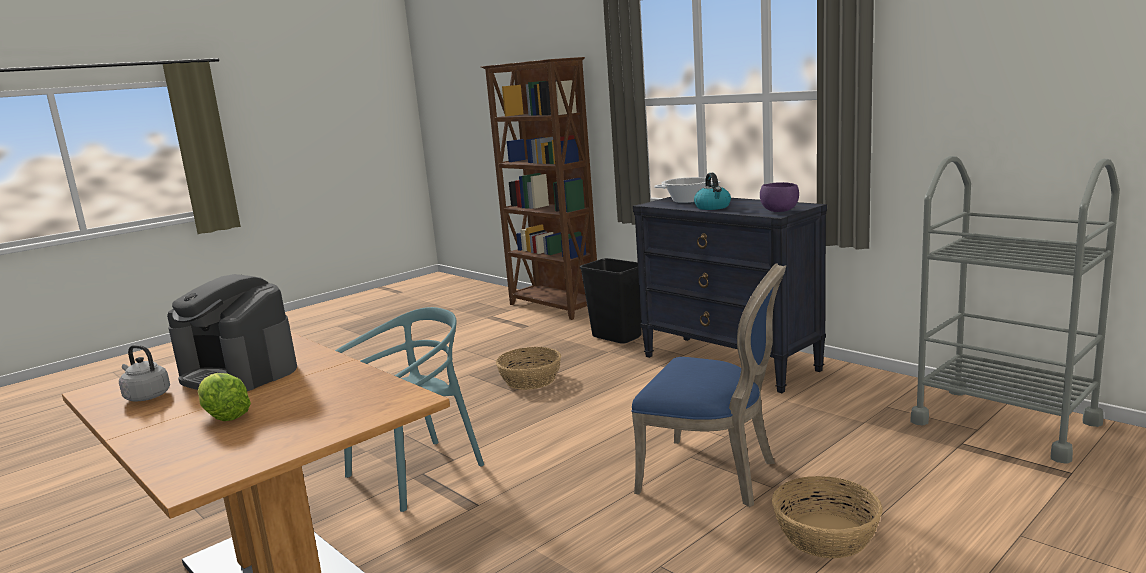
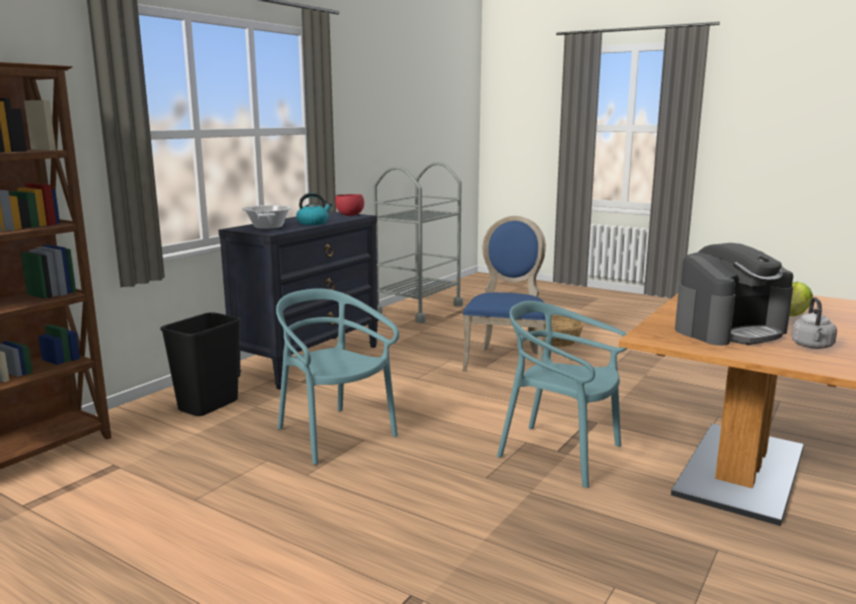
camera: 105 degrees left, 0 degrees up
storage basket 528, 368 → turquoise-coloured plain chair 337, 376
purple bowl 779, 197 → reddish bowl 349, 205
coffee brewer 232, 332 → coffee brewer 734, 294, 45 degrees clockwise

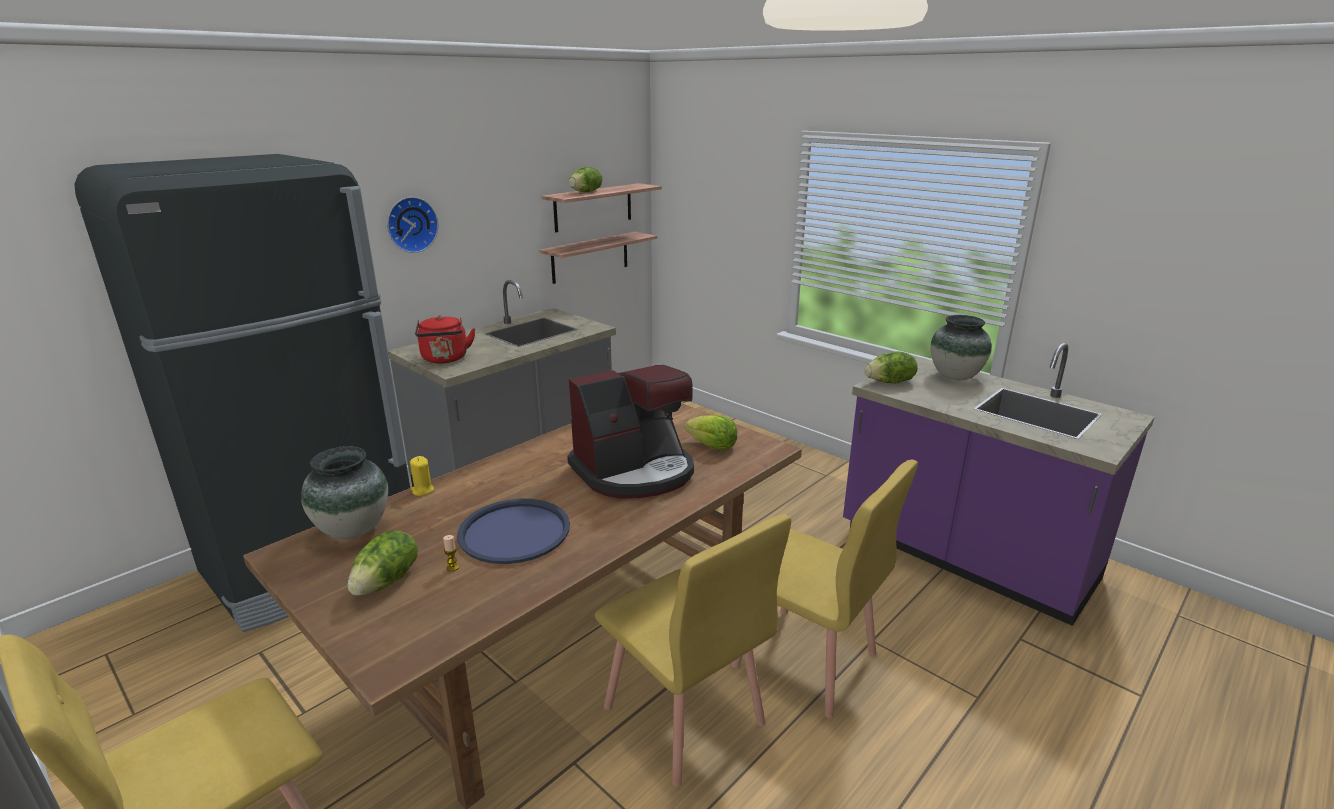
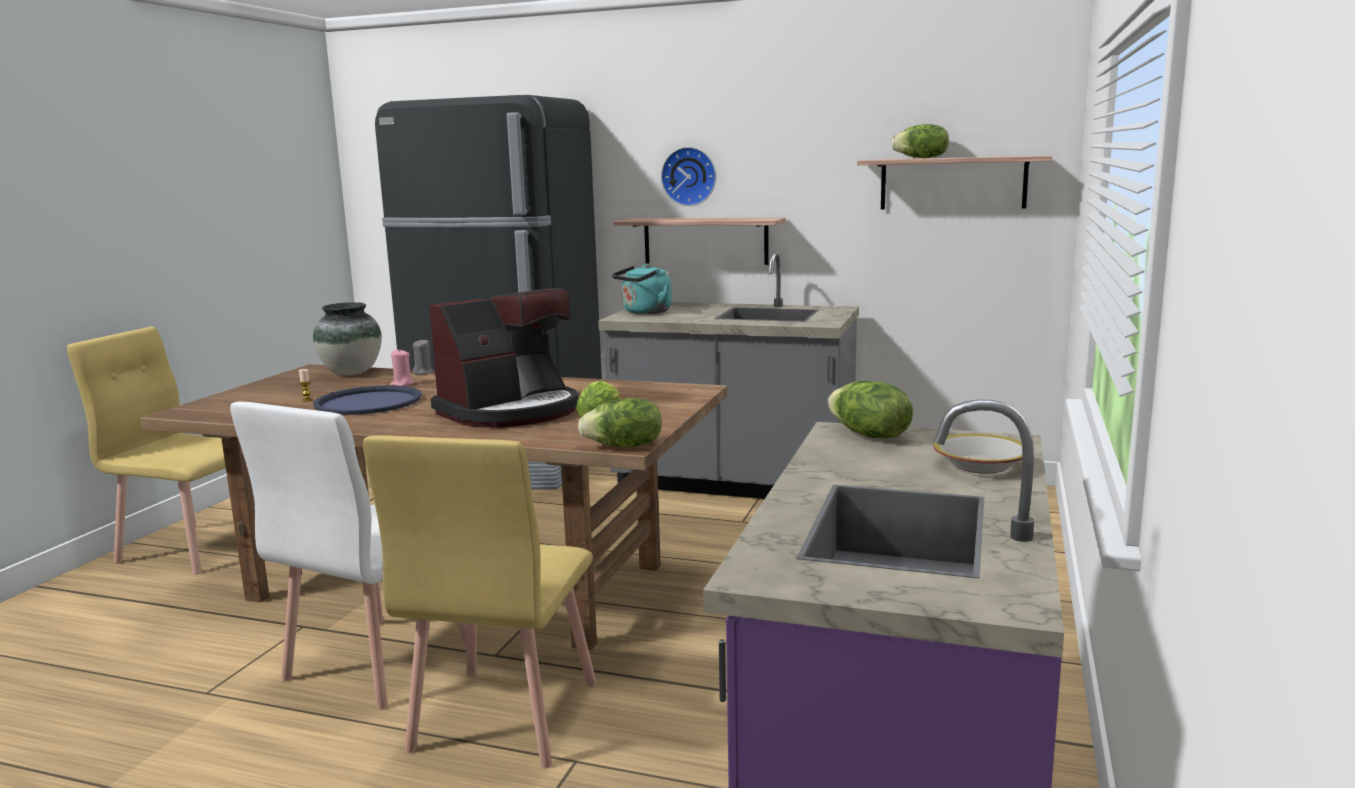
camera: 65 degrees right, 10 degrees down
yellowish plain chair 693, 650 → whitish plain chair 348, 556
- → pink-coloured candle 402, 367
yellowish candle 422, 476 → gray candle 423, 357
coffee brewer 630, 432 → coffee brewer 504, 358, 75 degrees counterclockwise
lettuce head 383, 563 → lettuce head 620, 422, shifted
reddish tea kettle 445, 339 → turquoise-coloured tea kettle 642, 289
bracket shelf 598, 258 → bracket shelf 699, 241, shifted
flower vase 961, 347 → bowl 978, 454

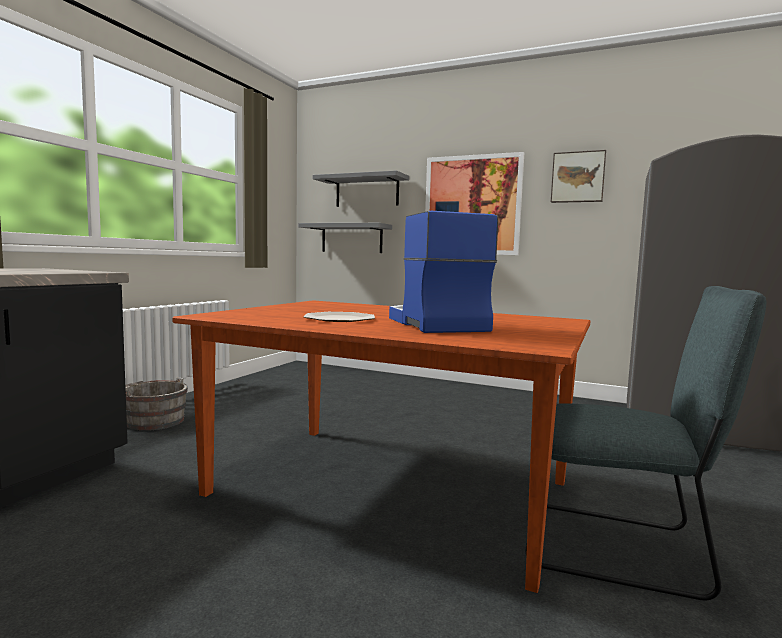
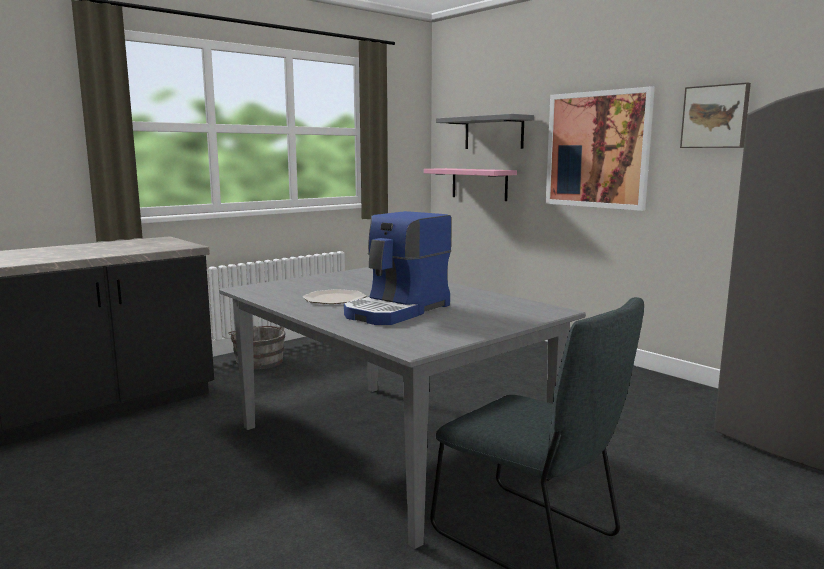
camera: 25 degrees right, 5 degrees up
brown-coloured dinner table 381, 446 → gray dinner table 402, 408
coffee brewer 443, 272 → coffee brewer 397, 268, 150 degrees counterclockwise
gray bracket shelf 345, 238 → pink-coloured bracket shelf 470, 184

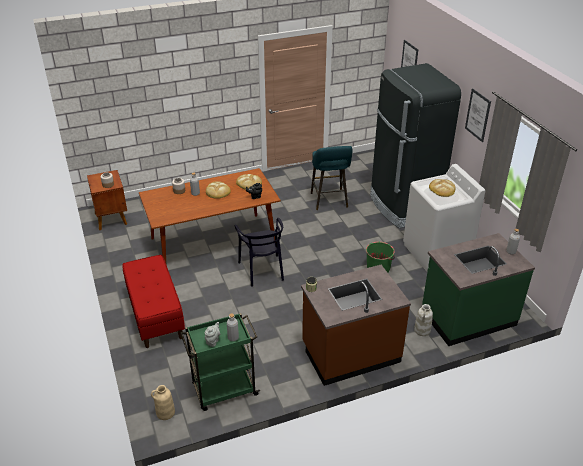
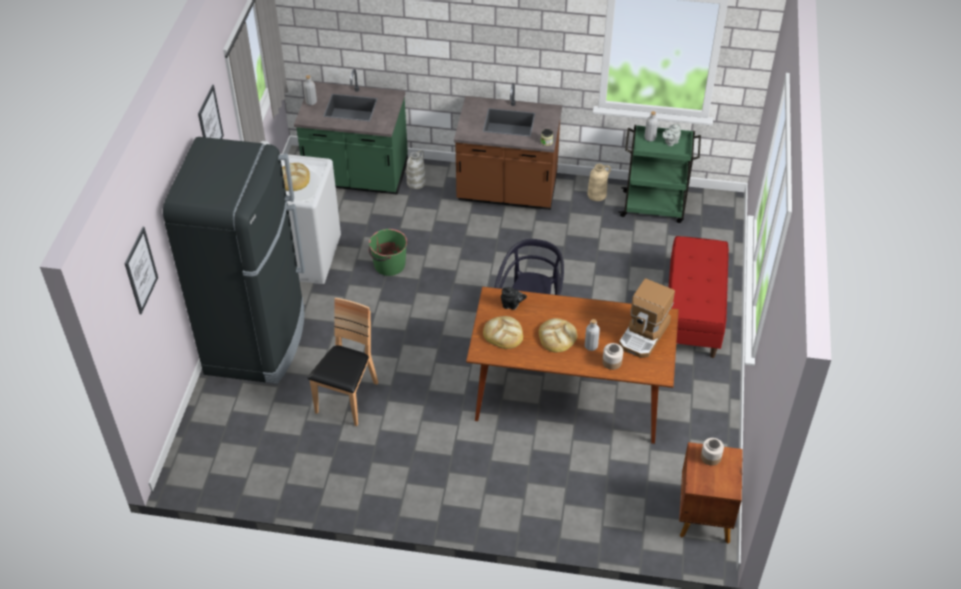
camera: 150 degrees left, 10 degrees up
turquoise-coloured sitting stool 331, 178 → brown-coloured plain chair 343, 362
sand-coloured flower vase 163, 402 → sand-coloured flower vase 599, 182, shifted
- → coffee brewer 647, 318

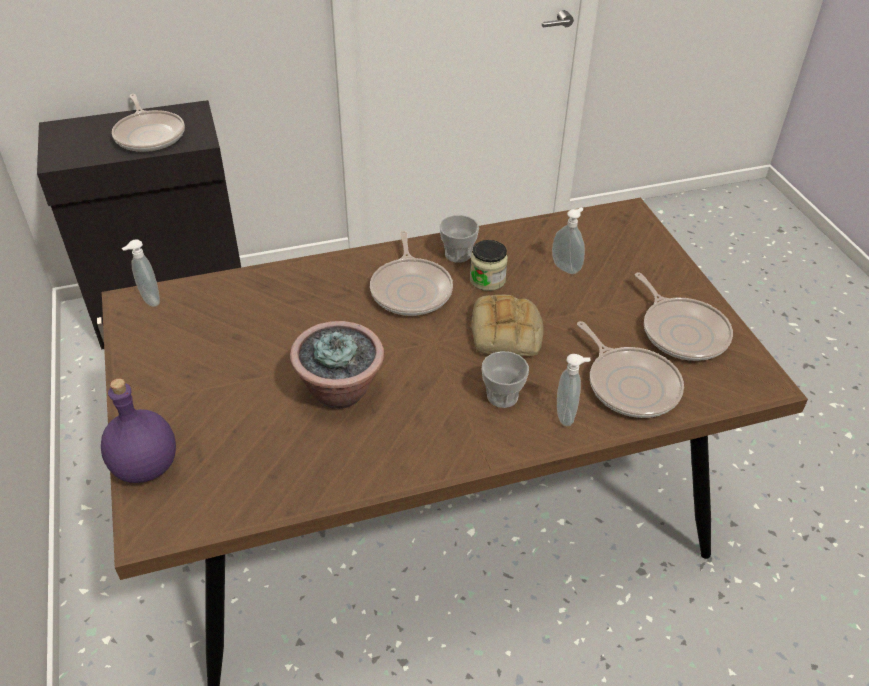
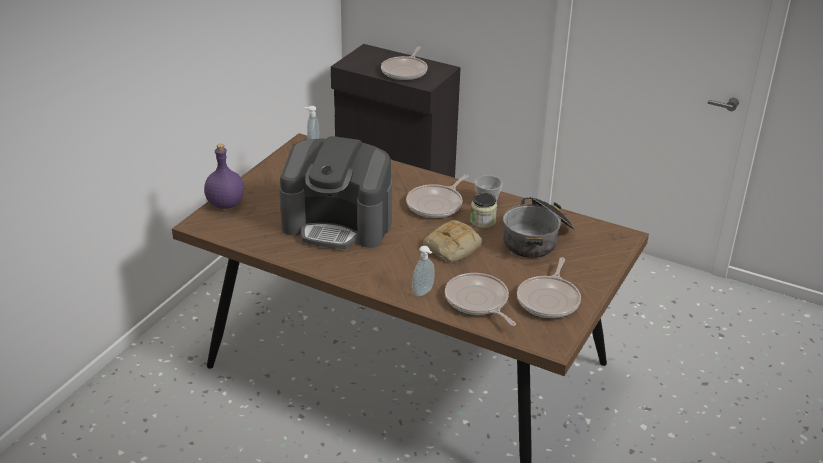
camera: 45 degrees right, 10 degrees down
plant in a pot 337, 365 → coffee brewer 335, 192
pan 630, 369 → pan 480, 299, 135 degrees clockwise
liquid soap bottle 568, 241 → saucepot 538, 227
cup 505, 379 → -

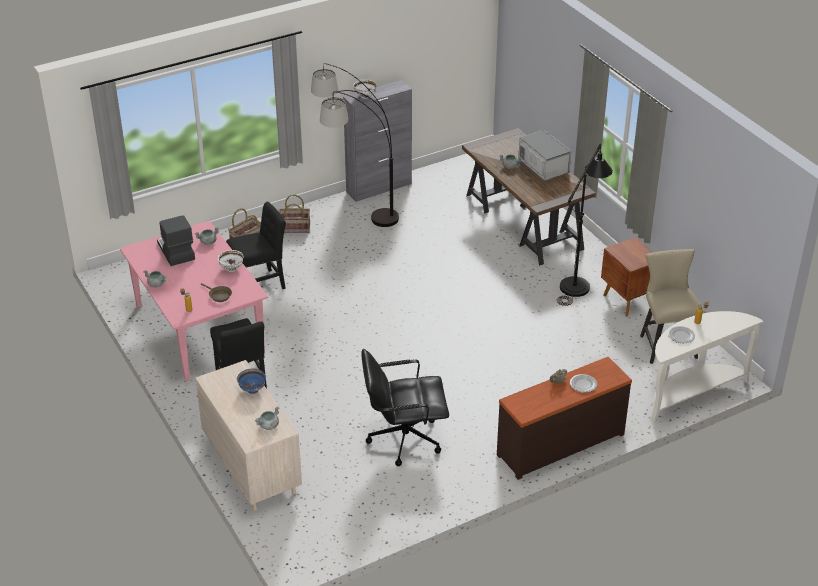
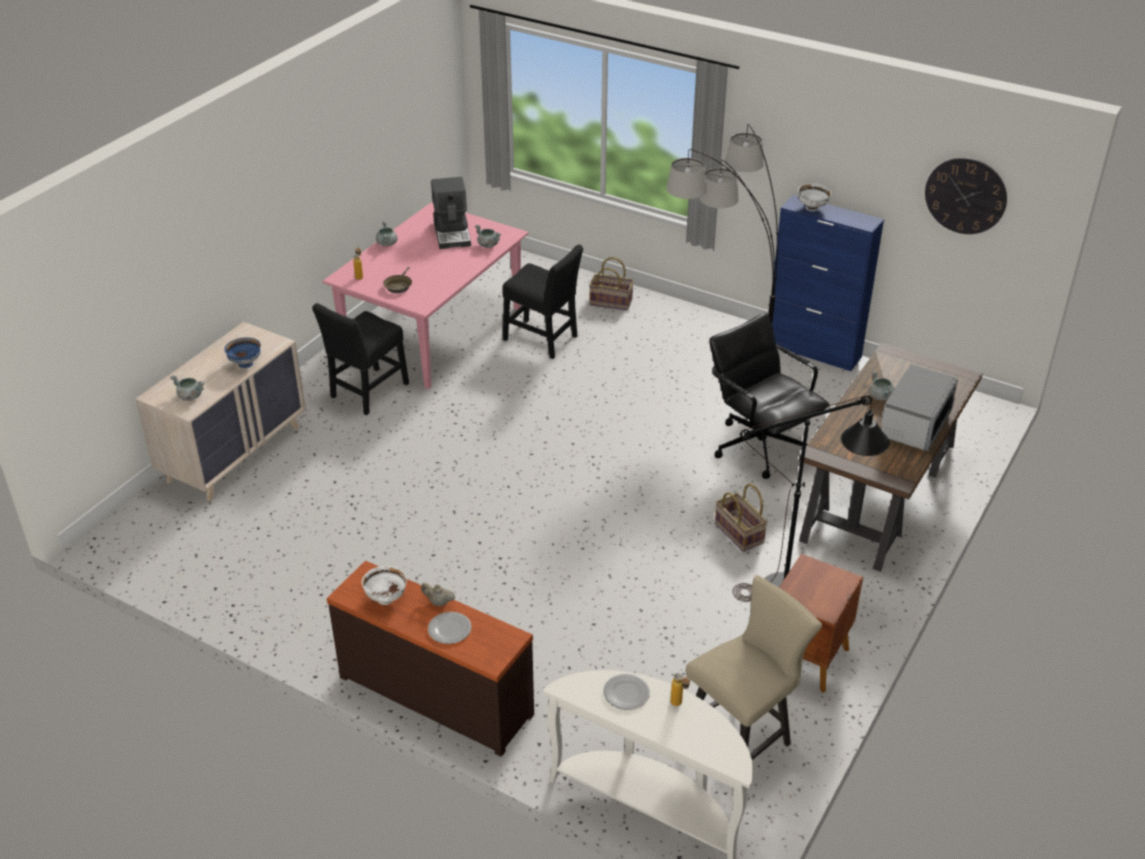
camera: 60 degrees right, 0 degrees up
whitish bowl 231, 261 → whitish bowl 384, 585, shifted
coffee brewer 176, 240 → coffee brewer 451, 213, 135 degrees clockwise
black desk chair 405, 407 → black desk chair 769, 396, shifted
storage basket 294, 214 → storage basket 741, 518, shifted
gray storage cabinet 377, 141 → blue storage cabinet 828, 283
- → wall clock 966, 196

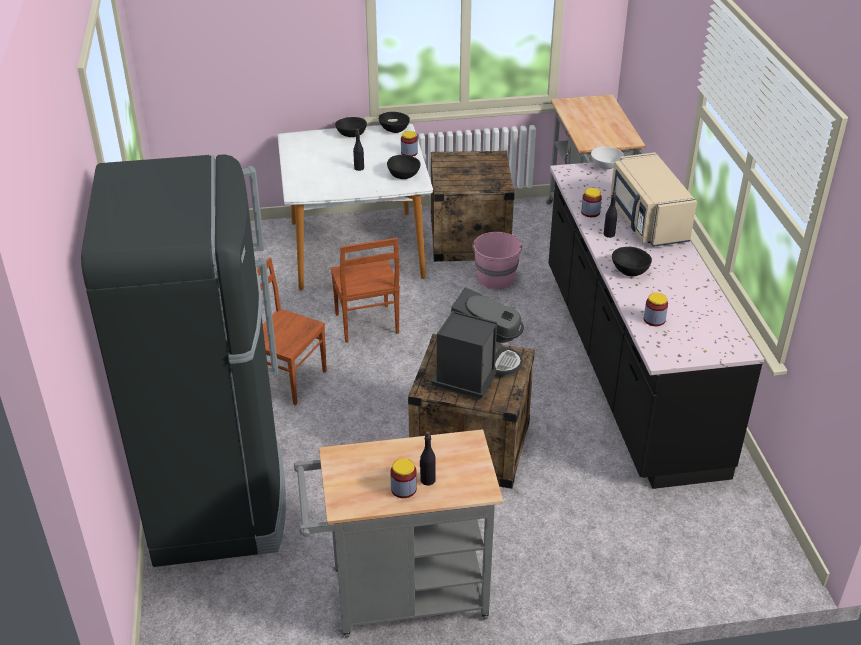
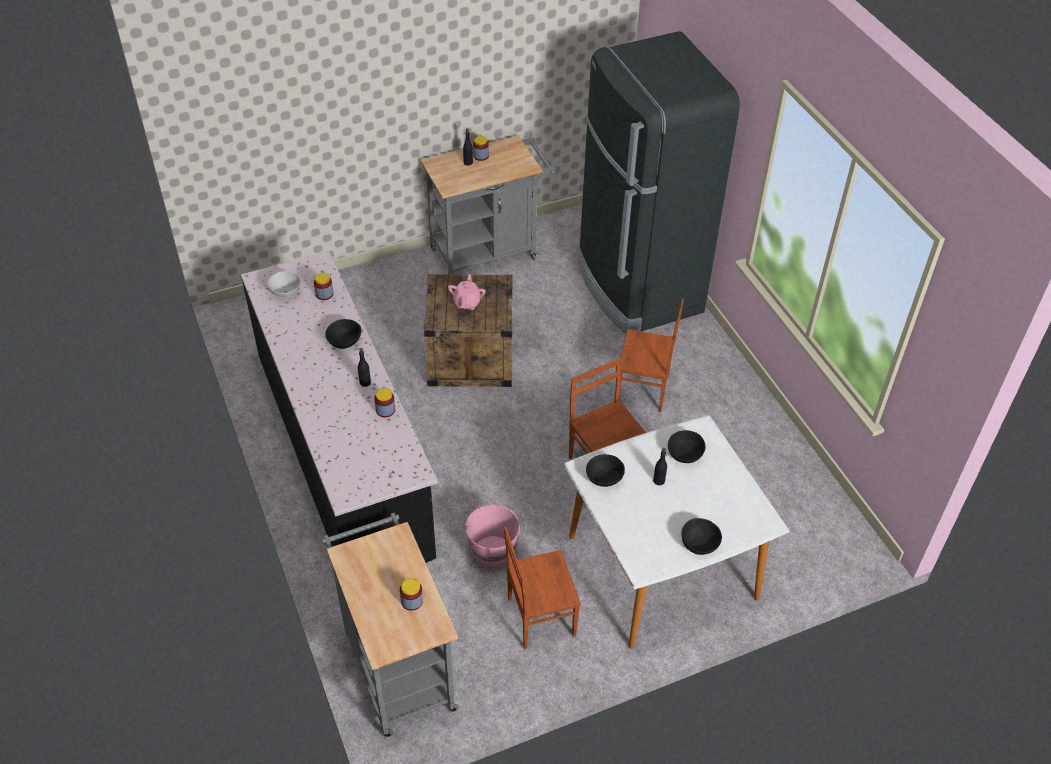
camera: 165 degrees right, 10 degrees up
whitish bowl 607, 158 → whitish bowl 284, 284, shifted
storage jar 409, 143 → storage jar 411, 594, shifted
coffee brewer 477, 343 → pink-coloured tea pot 467, 292
crate 473, 206 → brown-coloured plain chair 542, 588
black bowl 394, 122 → black bowl 686, 446, shifted
sand-coloured kitchen microwave 653, 199 → -

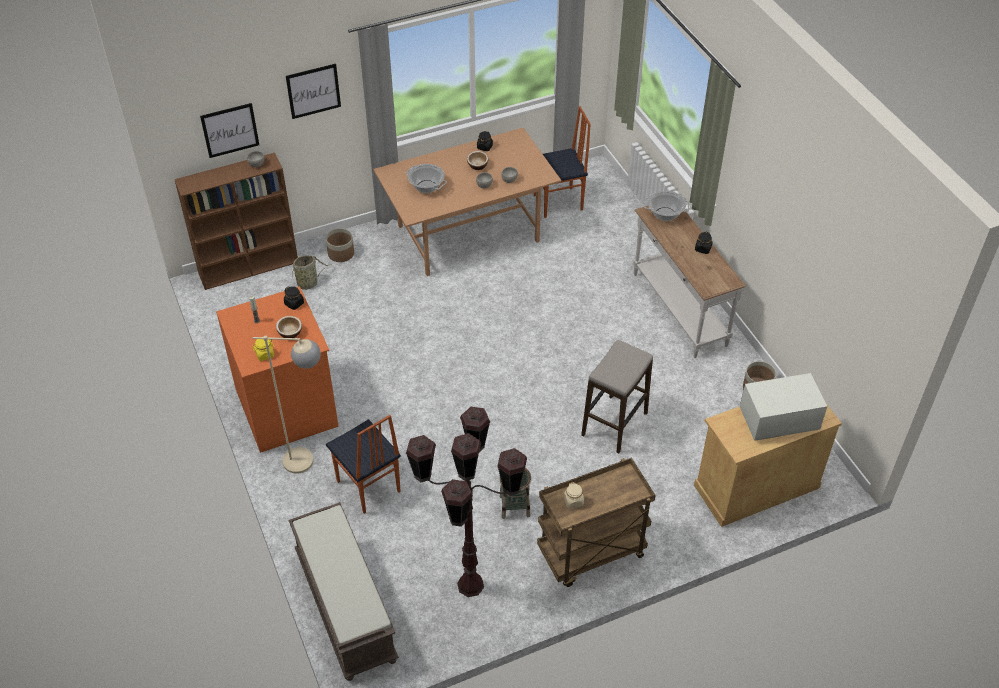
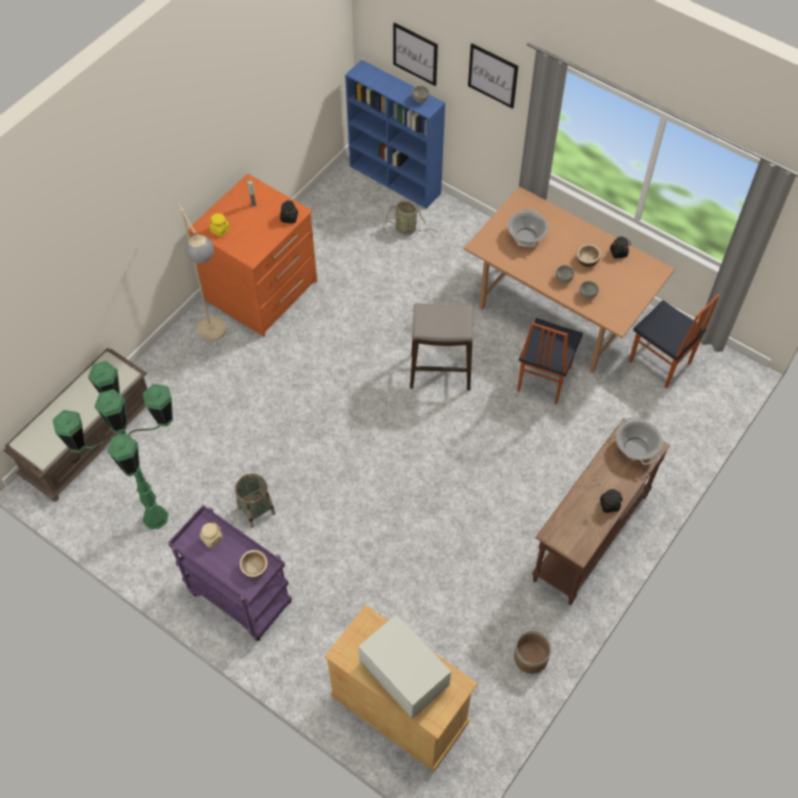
camera: 60 degrees right, 10 degrees up
brown-coloured standing lamp 466, 502 → green-coloured standing lamp 113, 445
brown-coloured wheeled cart 596, 522 → purple wheeled cart 230, 573
bowl 289, 327 → bowl 253, 564, shifted
brown-coloured bookshelf 236, 221 → blue bookshelf 395, 134
sitting stool 617, 397 → sitting stool 441, 347, shifted
plain chair 363, 464 → plain chair 550, 361, shifted
whitish hall table 689, 282 → brown-coloured hall table 601, 511
plant pot 340, 245 → -

